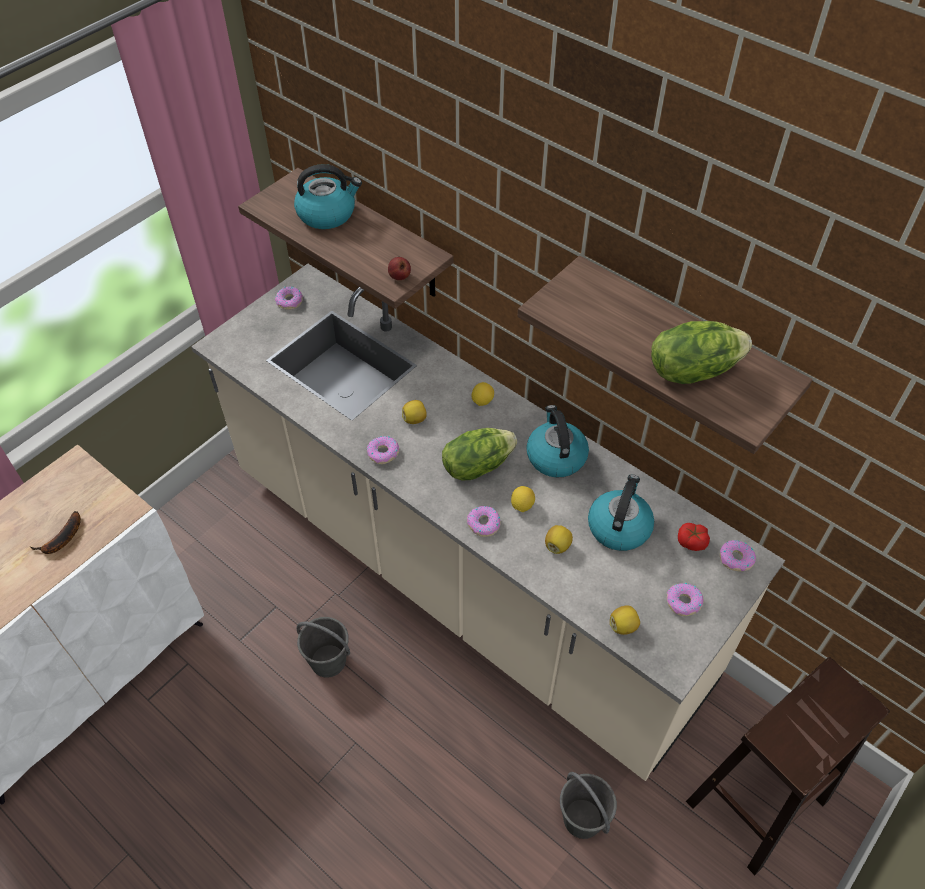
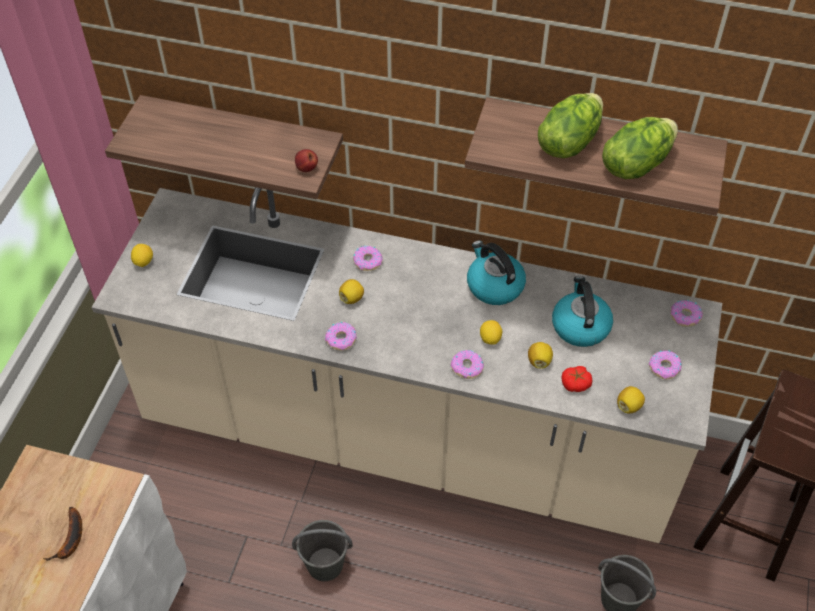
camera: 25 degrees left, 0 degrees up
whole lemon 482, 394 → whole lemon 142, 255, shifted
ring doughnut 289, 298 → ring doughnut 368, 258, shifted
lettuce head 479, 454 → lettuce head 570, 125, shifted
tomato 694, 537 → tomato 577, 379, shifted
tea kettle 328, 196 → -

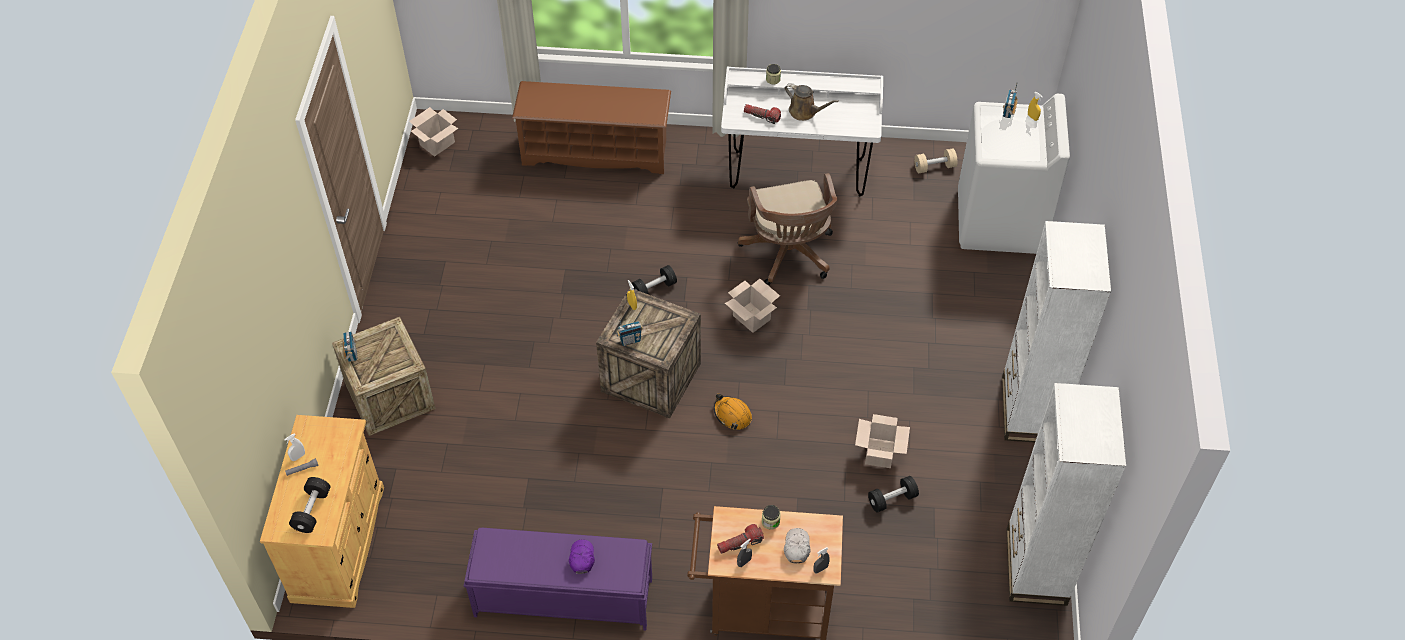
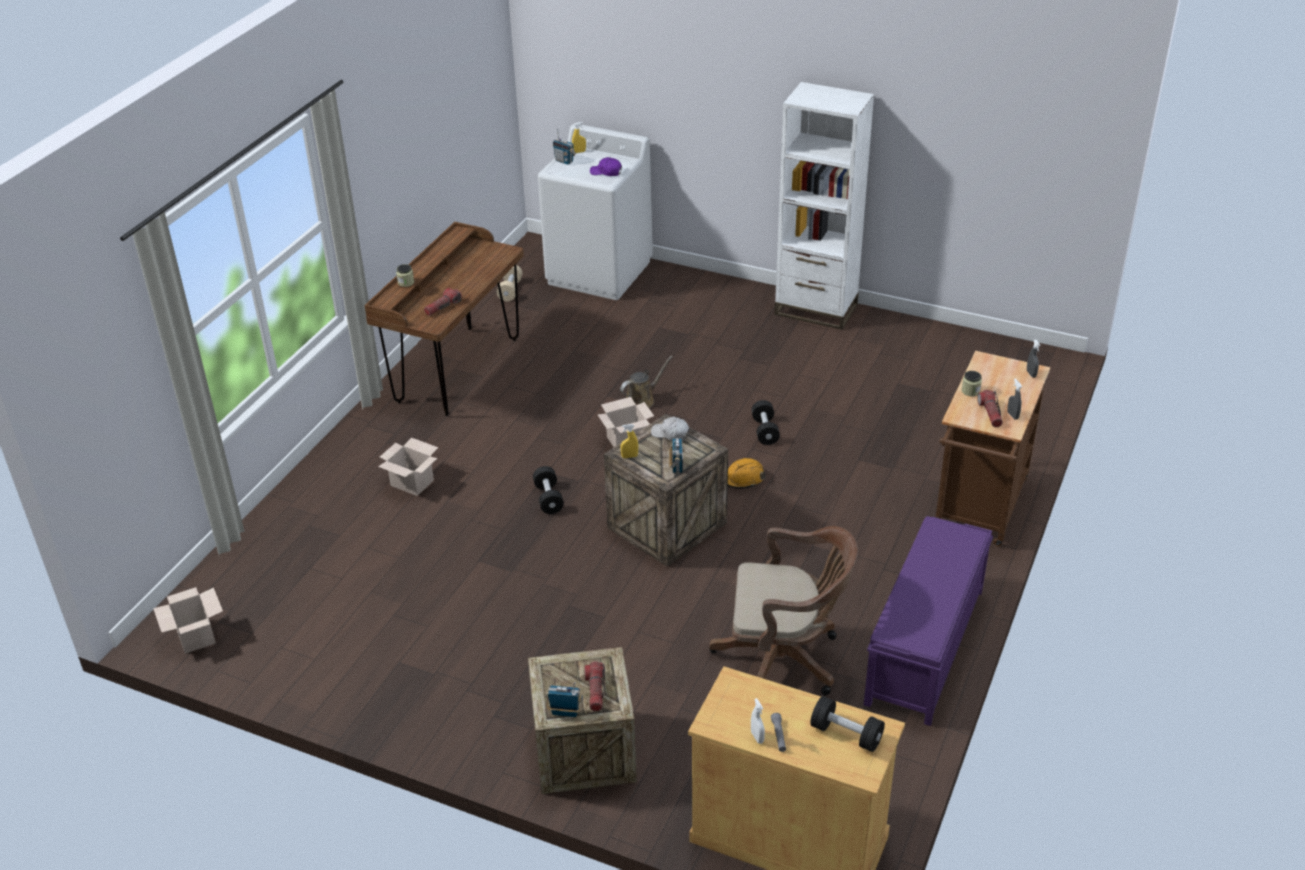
camera: 70 degrees left, 15 degrees down
whitish desk 802, 132 → brown-coloured desk 444, 319
carton 882, 441 → carton 408, 467, shifted
- → torch 595, 686
purple cap 582, 556 → purple cap 606, 166, shifted
brown-coloured sprinkling can 812, 102 → brown-coloured sprinkling can 646, 382, shifted
whitish cap 797, 545 → whitish cap 670, 429, shifted
brown-coloured desk chair 788, 229 → brown-coloured desk chair 783, 610, shifted
black hand weight 893, 494 → black hand weight 765, 422, shifted
brown-coloured shoe rack 591, 127 → -
whitish bookshelf 1066, 494 → -

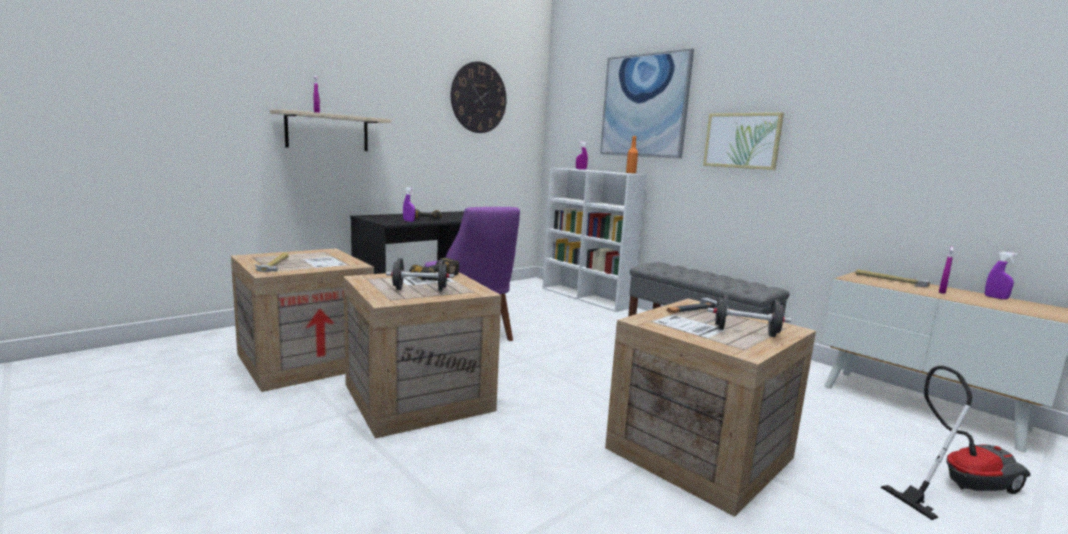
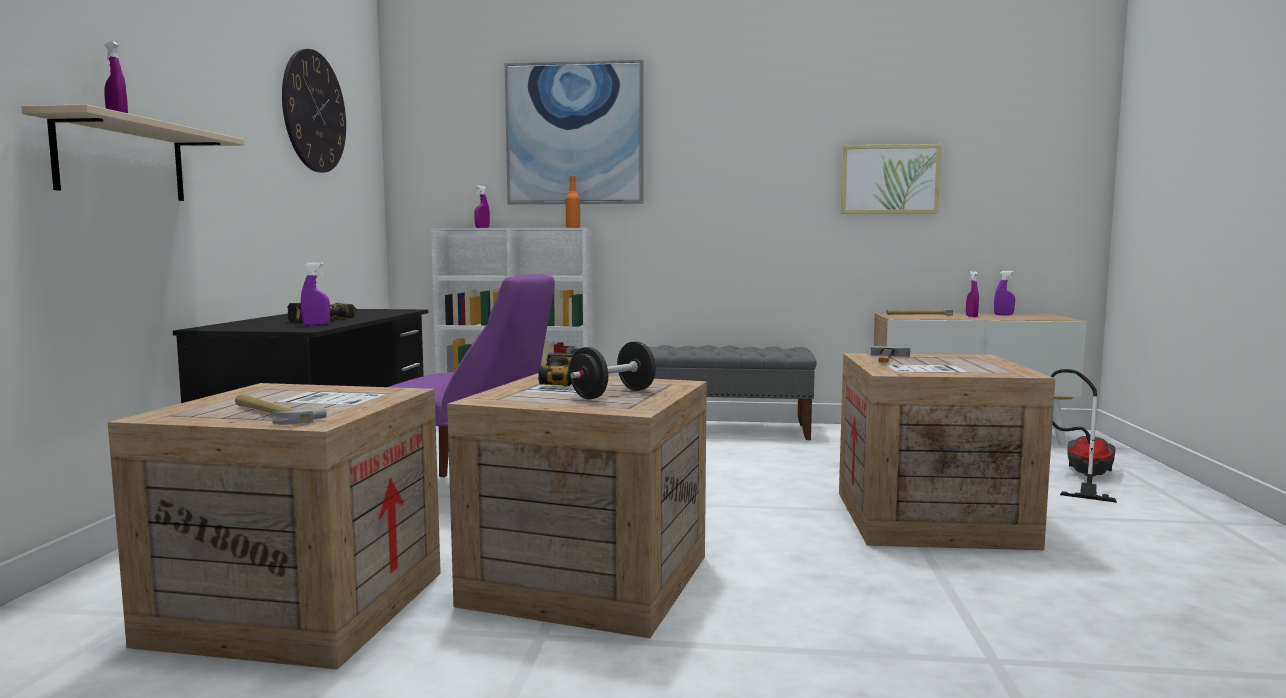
camera: 40 degrees left, 5 degrees down
picture 743, 141 → picture 891, 179, shifted
black hand weight 749, 315 → -

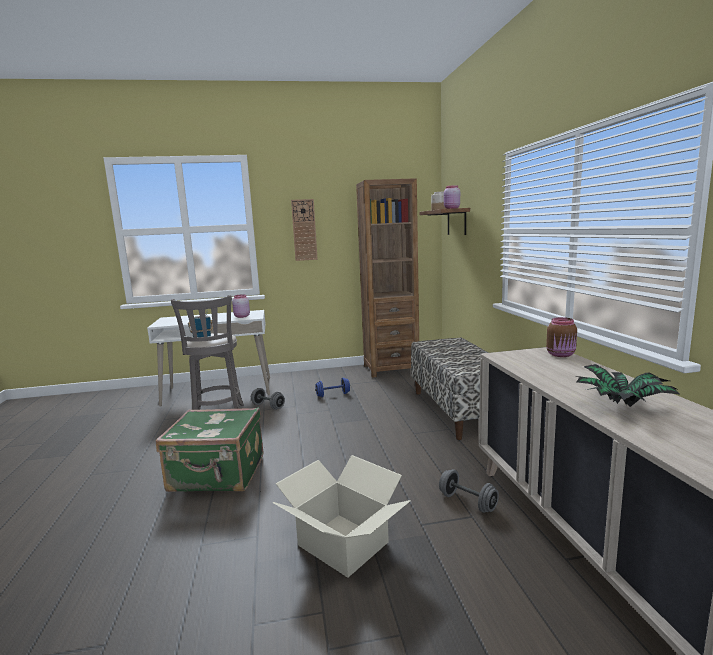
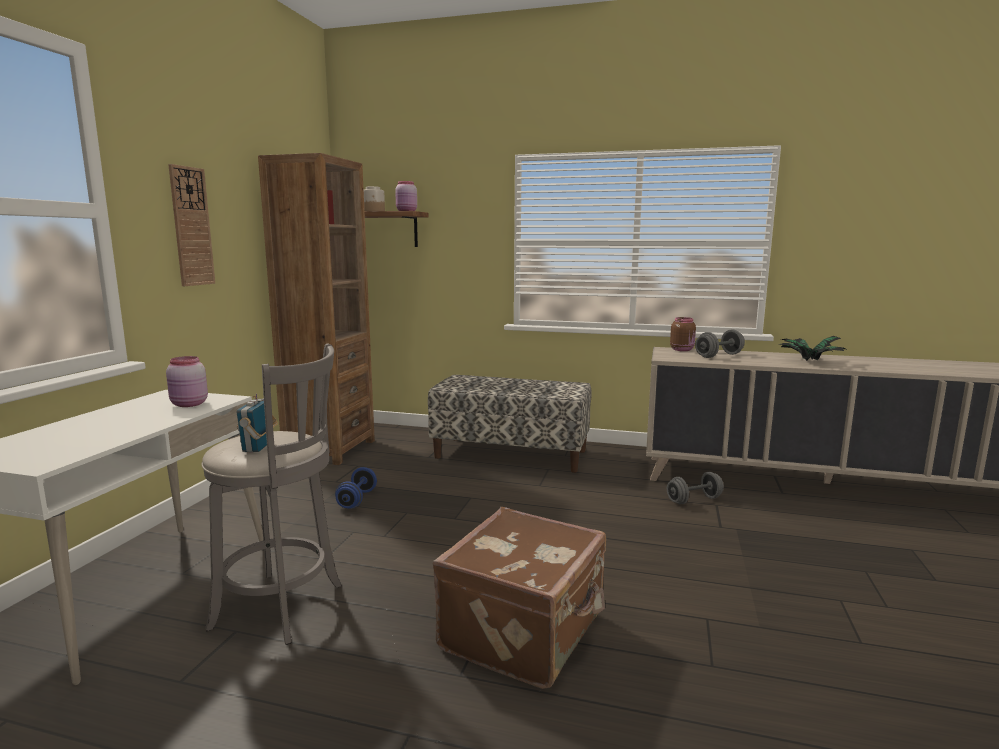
camera: 65 degrees left, 0 degrees up
green-coloured travel case 209, 449 → brown-coloured travel case 519, 598
gray hand weight 268, 399 → gray hand weight 720, 344, shifted
carton 341, 516 → -

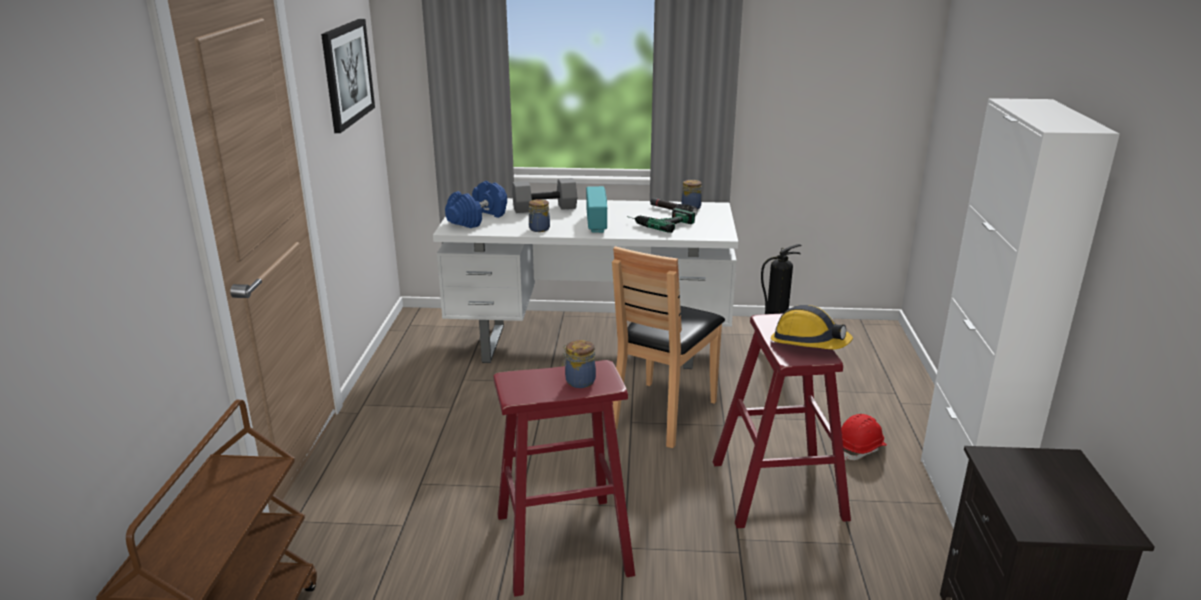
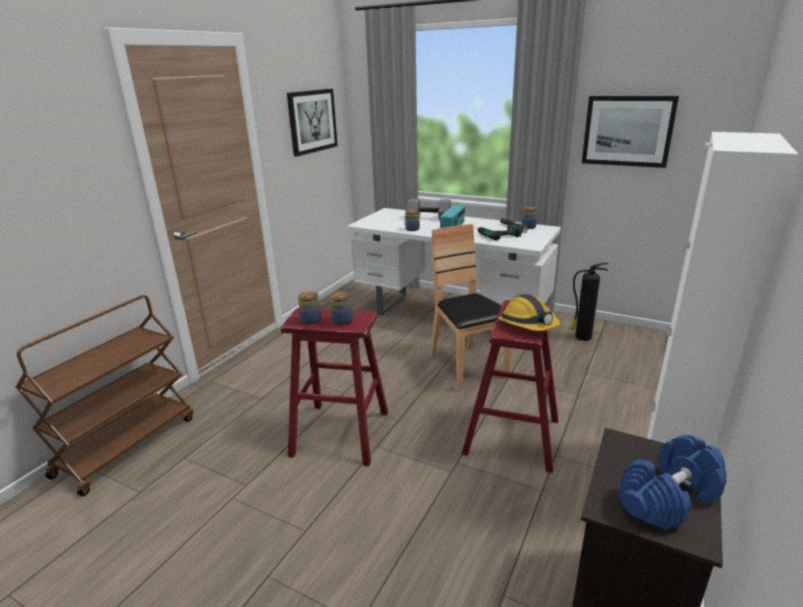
camera: 25 degrees right, 0 degrees up
- → storage jar 309, 308
brown-coloured plain chair 668, 347 → brown-coloured plain chair 471, 307, 105 degrees clockwise
- → picture 630, 132
blue hand weight 476, 204 → blue hand weight 673, 482, shifted
reddish safety helmet 864, 437 → -

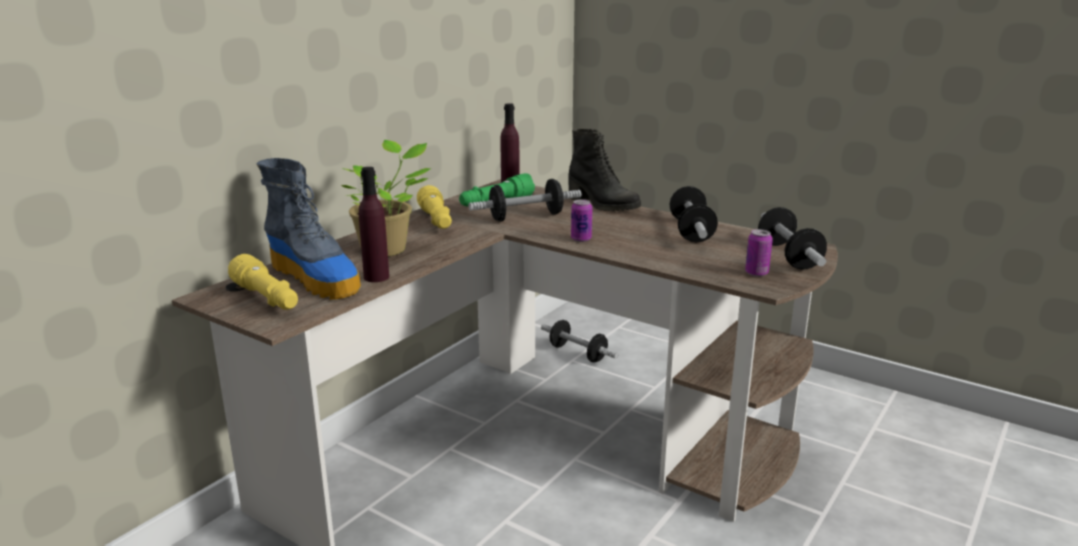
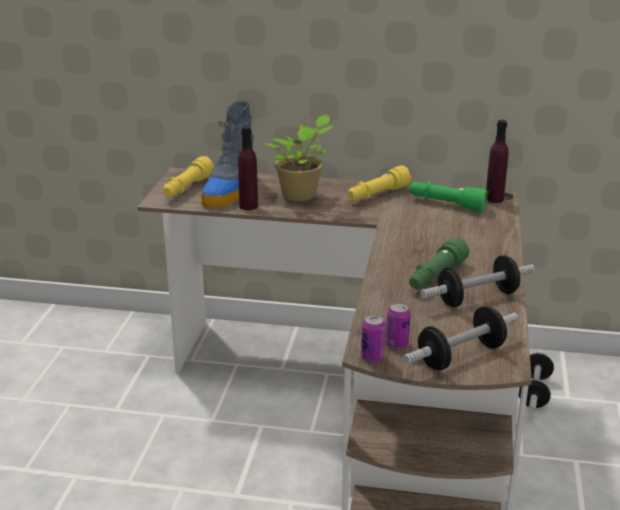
camera: 65 degrees right, 5 degrees up
metal can 581, 220 → metal can 373, 338, shifted
- → green-coloured torch 439, 263
hand weight 525, 200 → -
black tall boot 604, 170 → -

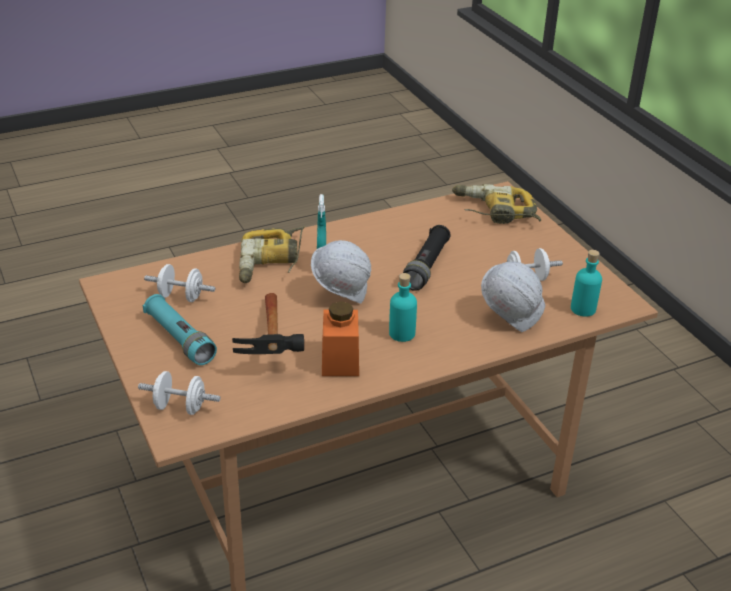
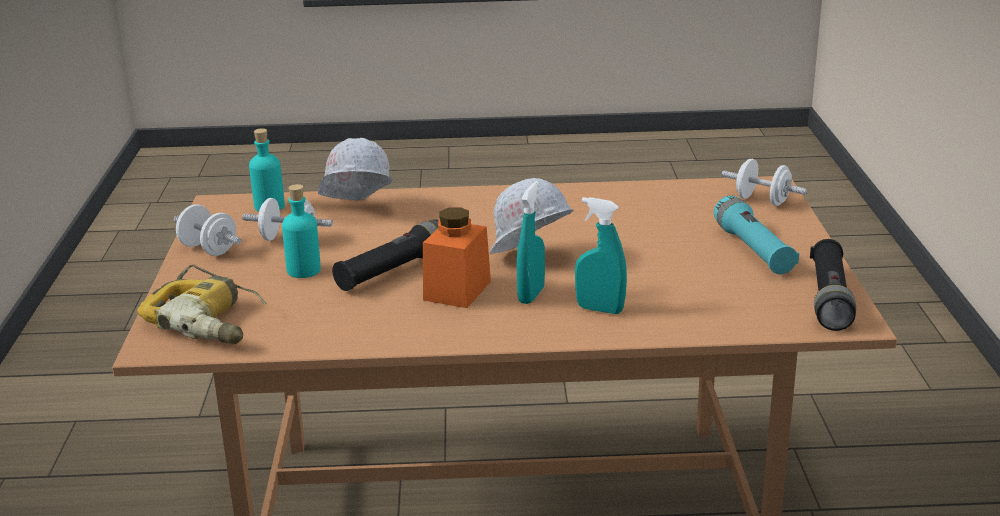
camera: 155 degrees left, 10 degrees down
whitish hand weight 179, 283 → whitish hand weight 207, 230, shifted
turquoise-coloured beverage bottle 403, 307 → turquoise-coloured beverage bottle 301, 231, shifted
orange storage jar 340, 338 → orange storage jar 457, 257, shifted
drill 272, 254 → turquoise-coloured hand sprayer 601, 255
- → black torch 833, 285
hand hammer 268, 323 → -

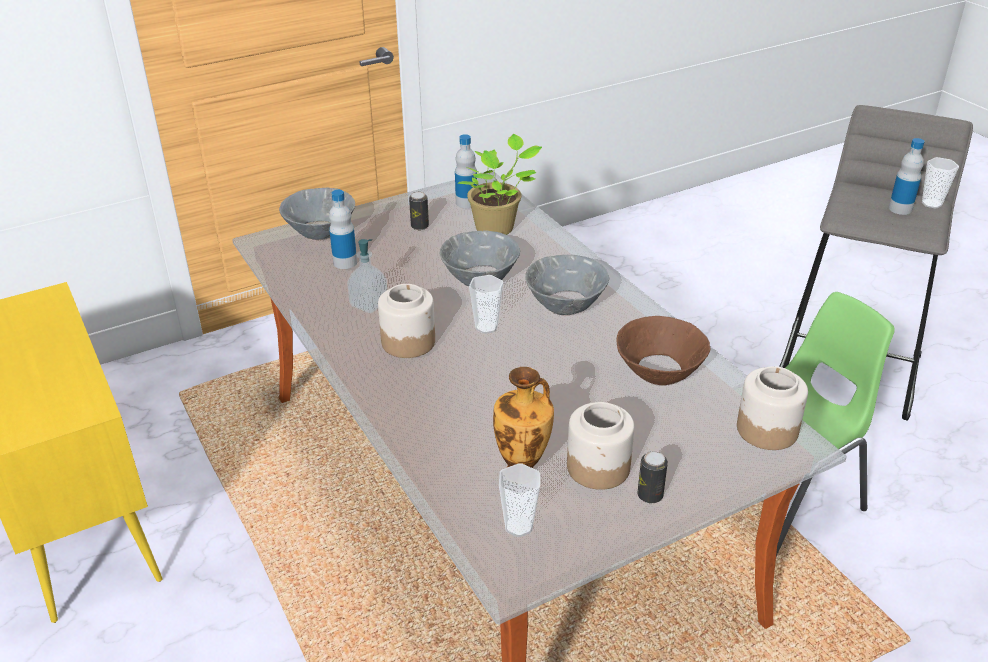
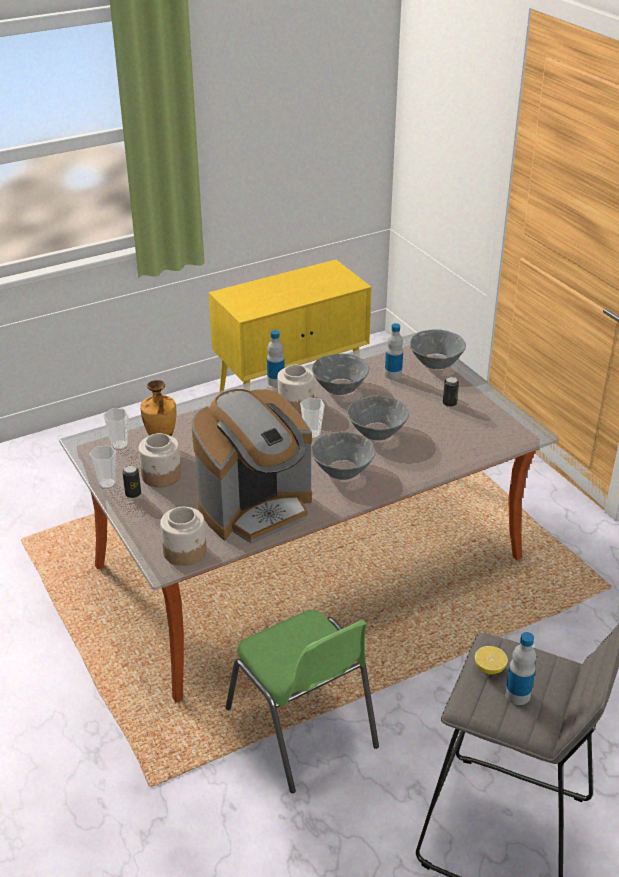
camera: 90 degrees right, 0 degrees up
cup 940, 182 → cup 102, 467, shifted
brown-coloured bowl 663, 350 → coffee brewer 252, 466
beverage bottle 466, 171 → beverage bottle 276, 358, shifted
liquid soap bottle 367, 276 → gray bowl 340, 374
- → whole lemon 491, 660
plant in a pot 500, 184 → -

